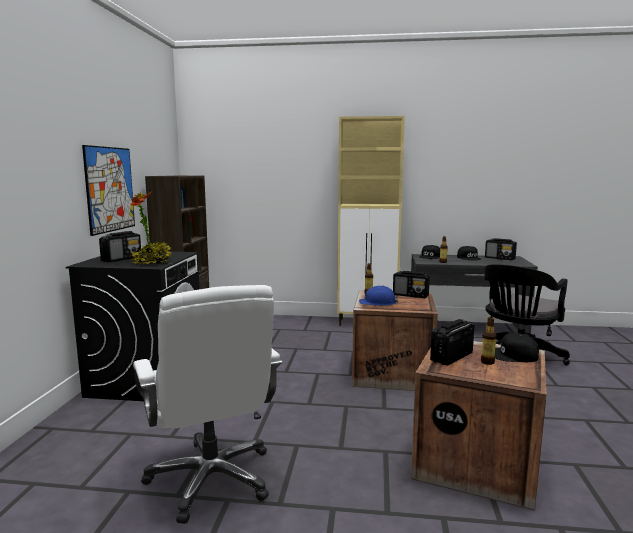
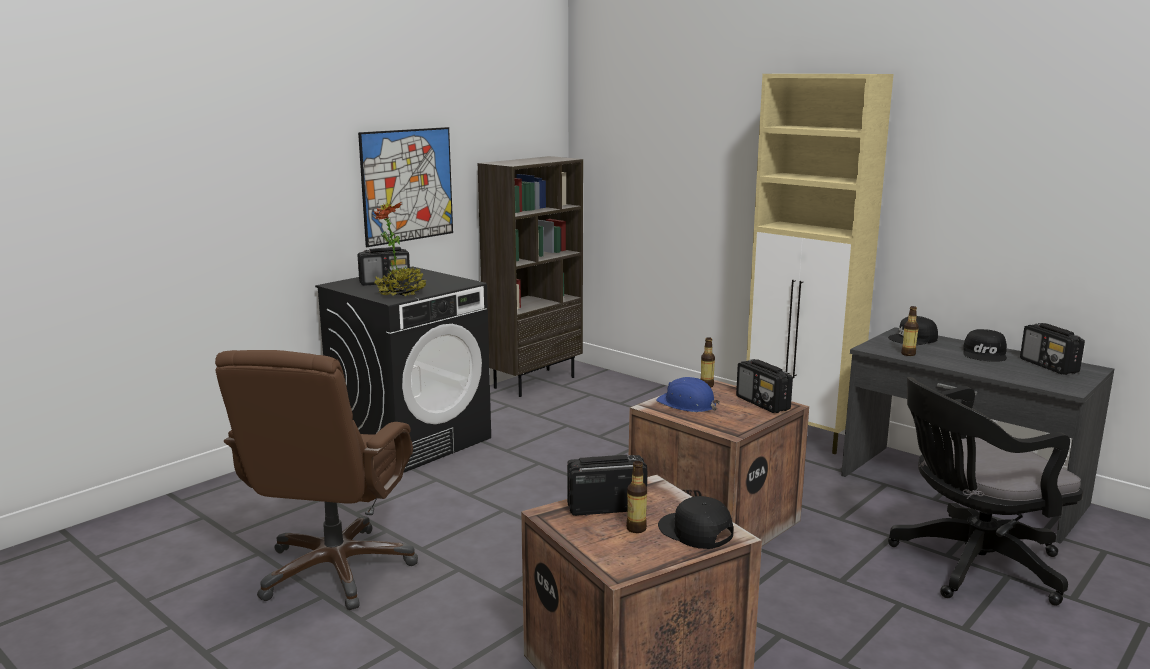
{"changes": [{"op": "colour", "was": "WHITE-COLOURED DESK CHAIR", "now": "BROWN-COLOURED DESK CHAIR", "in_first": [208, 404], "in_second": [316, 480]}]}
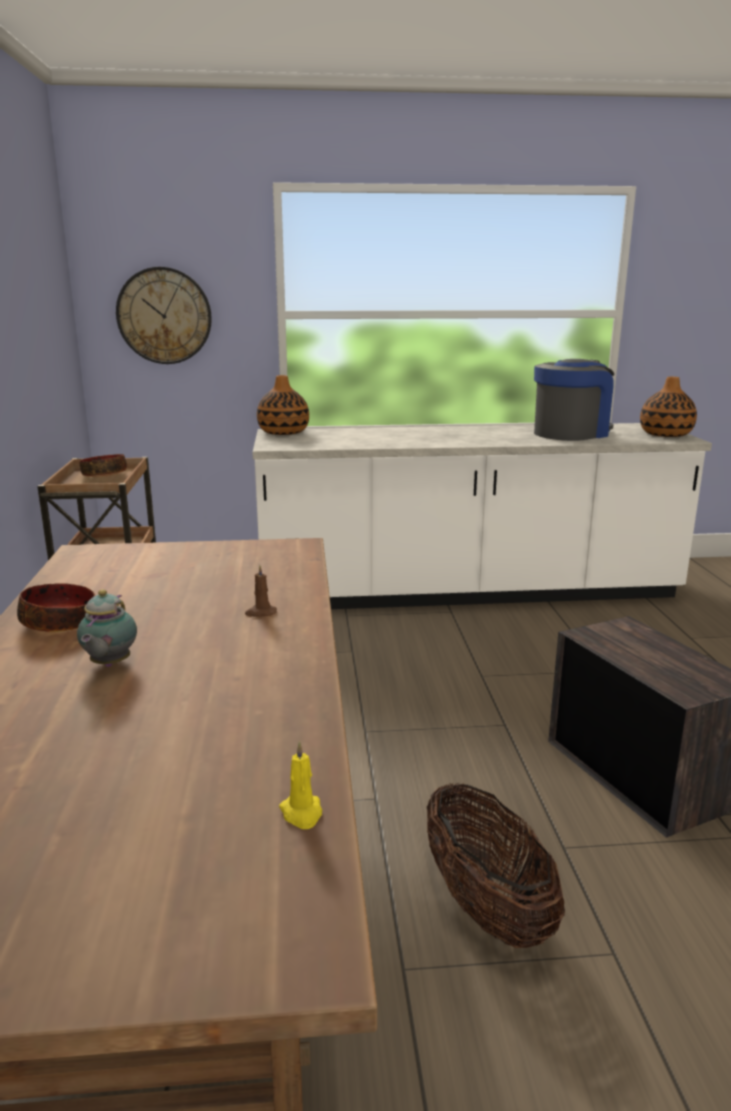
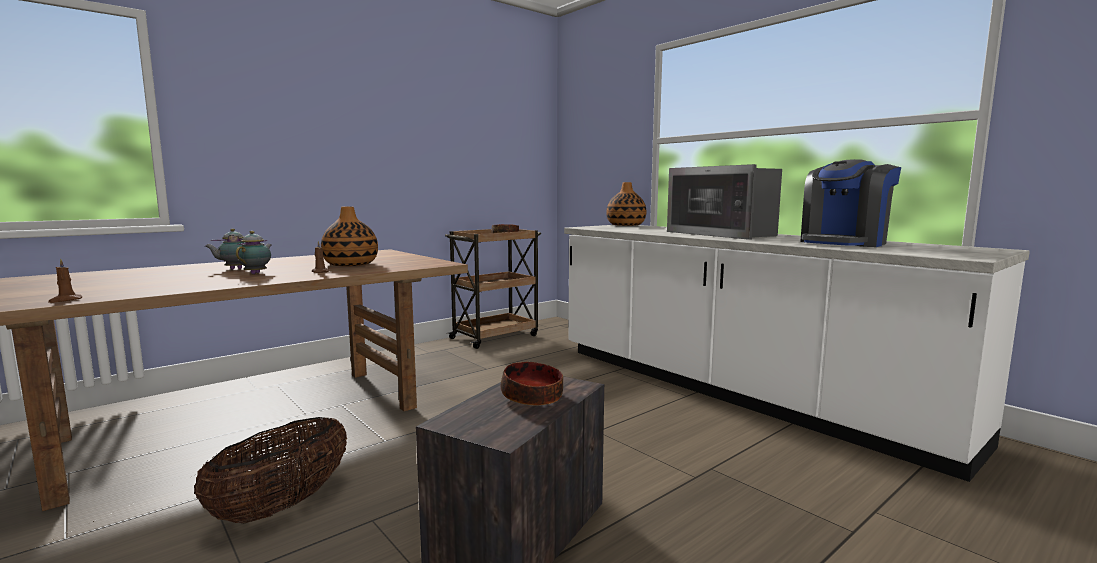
{"changes": [{"op": "colour", "was": "YELLOWISH WAX CANDLE", "now": "BROWN-COLOURED WAX CANDLE", "in_first": [300, 785], "in_second": [65, 280]}, {"op": "appeared", "now": "TEA POT", "in_second": [254, 252]}, {"op": "relocated", "was": "FLOWER VASE", "in_first": [668, 407], "in_second": [349, 236]}, {"op": "relocated", "was": "SERVING BOWL", "in_first": [56, 607], "in_second": [532, 383]}, {"op": "appeared", "now": "MICROWAVE", "in_second": [724, 202]}, {"op": "spun", "was": "COFFEE MACHINE", "in_first": [574, 400], "in_second": [850, 203], "clockwise": 120}, {"op": "missing", "was": "CLOCK ON THE WALL", "in_first": [164, 315]}]}
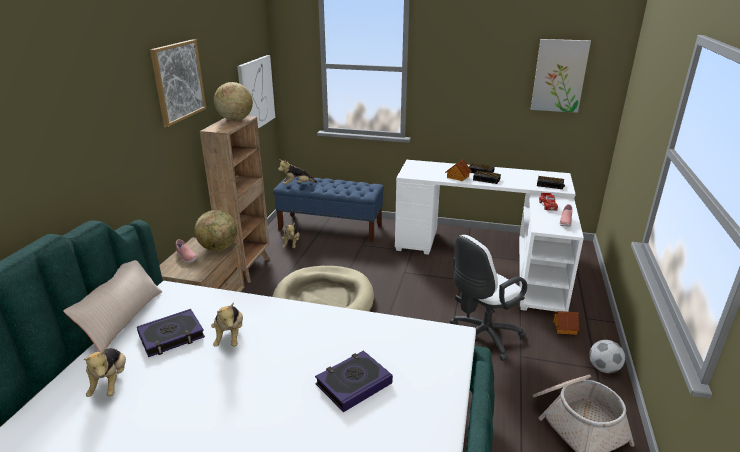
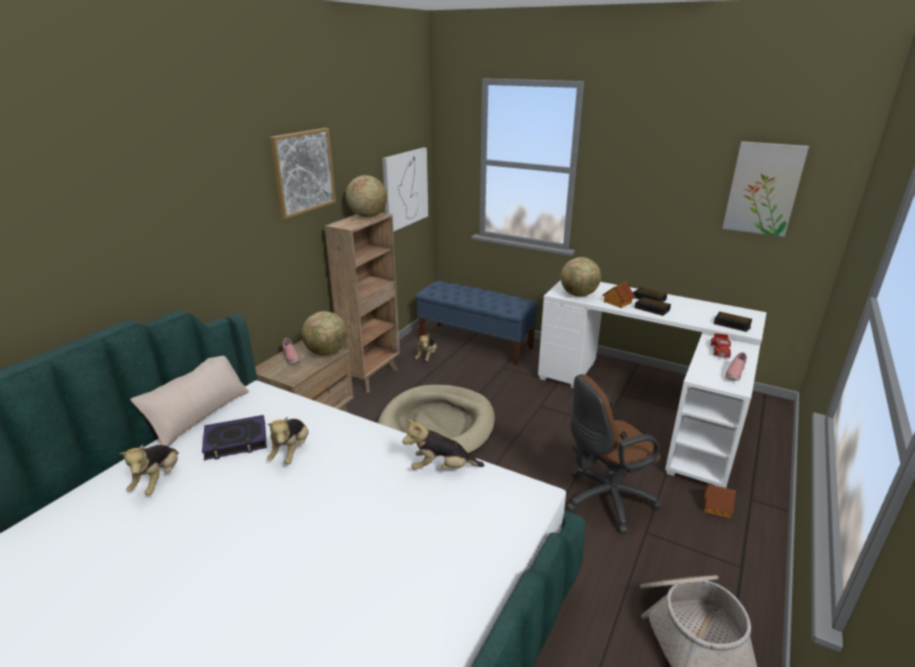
{"changes": [{"op": "relocated", "was": "SOFT TOY", "in_first": [298, 172], "in_second": [443, 444]}, {"op": "appeared", "now": "DESK GLOBE", "in_second": [581, 277]}, {"op": "colour", "was": "WHITE-COLOURED DESK CHAIR", "now": "BROWN-COLOURED DESK CHAIR", "in_first": [488, 298], "in_second": [613, 453]}, {"op": "missing", "was": "BOOK", "in_first": [354, 381]}, {"op": "missing", "was": "FOOTBALL", "in_first": [607, 356]}]}
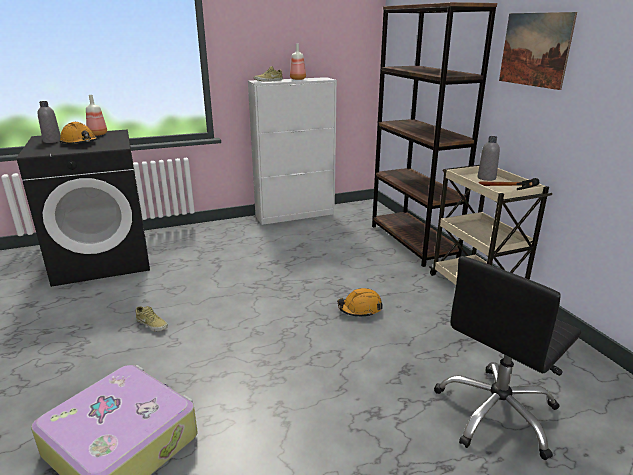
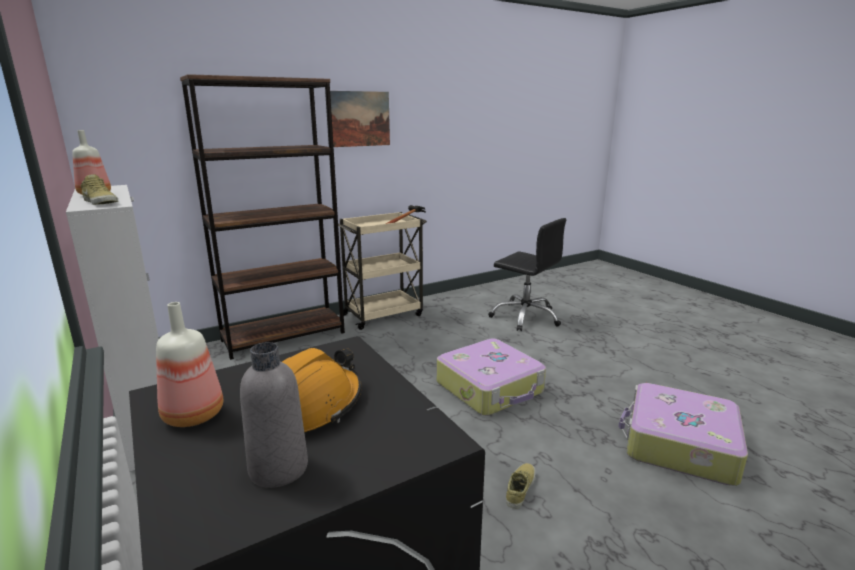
{"changes": [{"op": "appeared", "now": "TRAVEL CASE", "in_second": [491, 377]}, {"op": "missing", "was": "ORANGE SAFETY HELMET", "in_first": [360, 302]}, {"op": "missing", "was": "GREY DRINK BOTTLE", "in_first": [489, 158]}]}
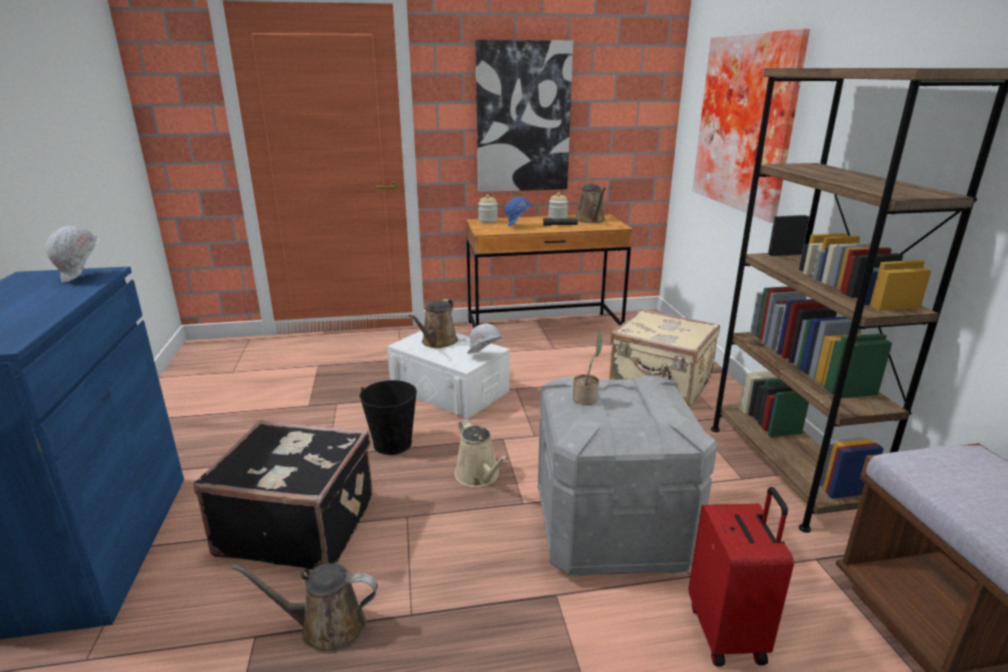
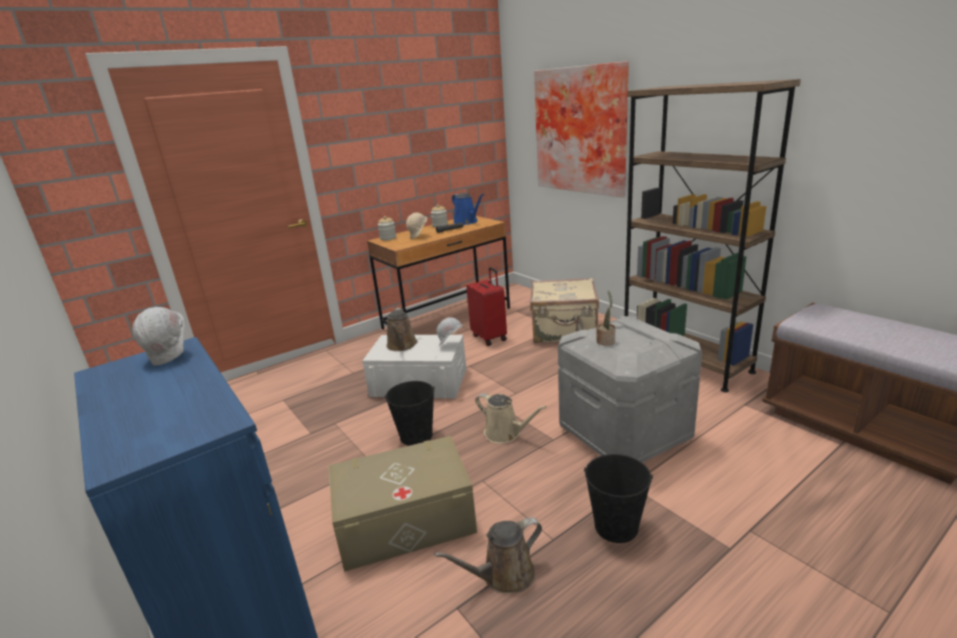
{"changes": [{"op": "exchanged", "was": "BLACK-COLOURED TRAVEL CASE", "now": "BEIGE-COLOURED STORAGE CONTAINER", "in_first": [283, 495], "in_second": [402, 504]}, {"op": "colour", "was": "BLUE-COLOURED SAFETY HELMET", "now": "BEIGE-COLOURED SAFETY HELMET", "in_first": [518, 211], "in_second": [416, 226]}, {"op": "colour", "was": "BROWN-COLOURED WATERING CAN", "now": "BLUE-COLOURED WATERING CAN", "in_first": [590, 203], "in_second": [468, 209]}, {"op": "relocated", "was": "RED TRAVEL CASE", "in_first": [741, 576], "in_second": [486, 306]}, {"op": "appeared", "now": "BLACK-COLOURED WATER BUCKET", "in_second": [618, 498]}, {"op": "missing", "was": "WALL ART", "in_first": [524, 116]}]}
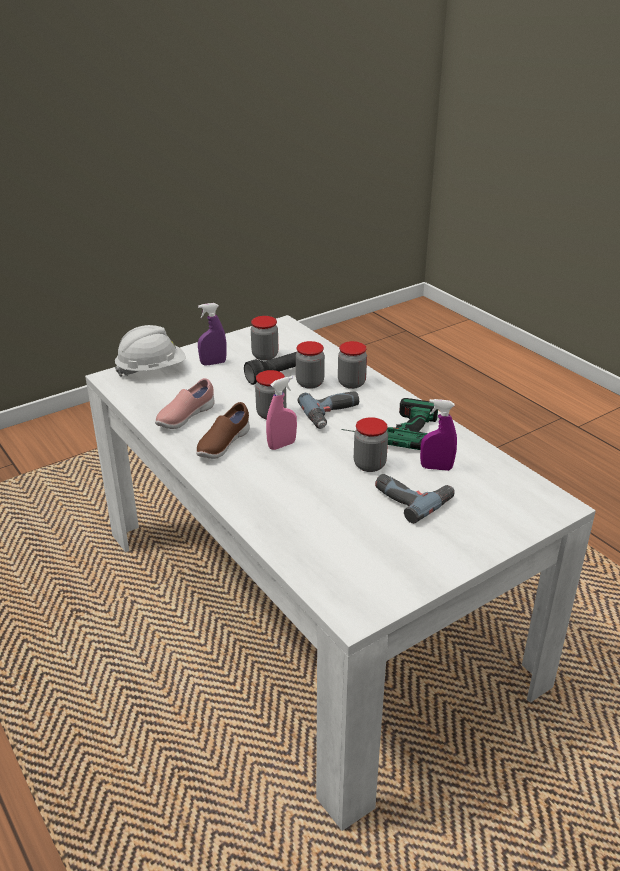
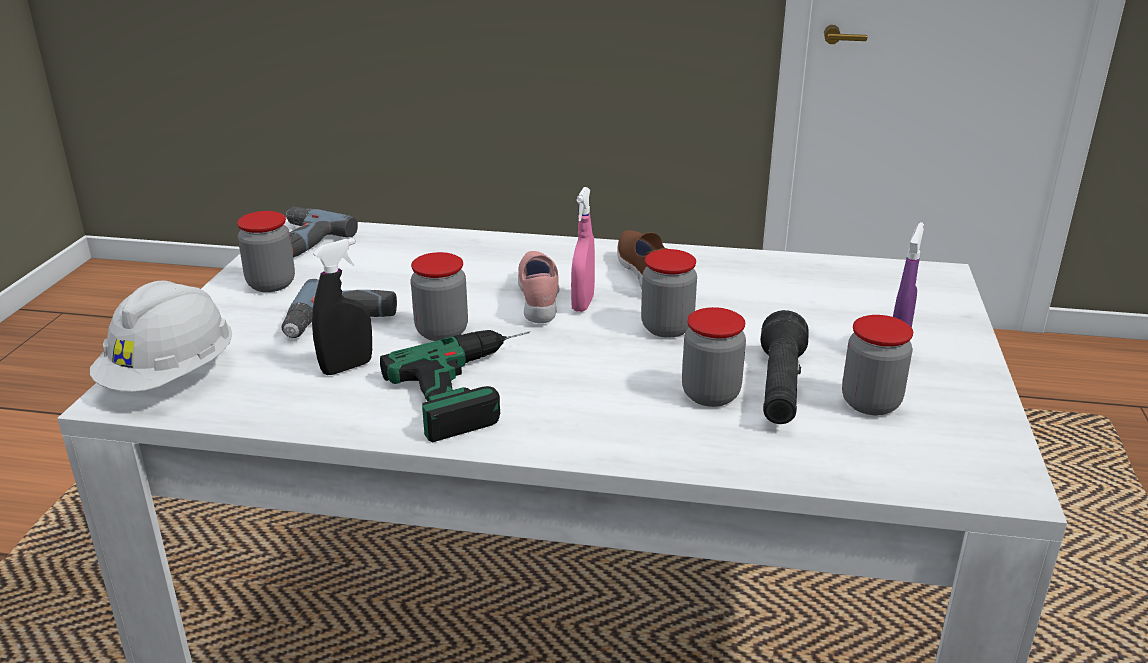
{"changes": [{"op": "relocated", "was": "WHITE-COLOURED SAFETY HELMET", "in_first": [150, 351], "in_second": [161, 336]}, {"op": "relocated", "was": "JAR", "in_first": [352, 365], "in_second": [266, 251]}, {"op": "relocated", "was": "ELECTRIC DRILL", "in_first": [328, 410], "in_second": [322, 232]}, {"op": "colour", "was": "PURPLE-COLOURED SPRAY BOTTLE", "now": "BLACK-COLOURED SPRAY BOTTLE", "in_first": [438, 435], "in_second": [342, 306]}, {"op": "relocated", "was": "PINK-COLOURED SHOE", "in_first": [184, 403], "in_second": [539, 287]}]}
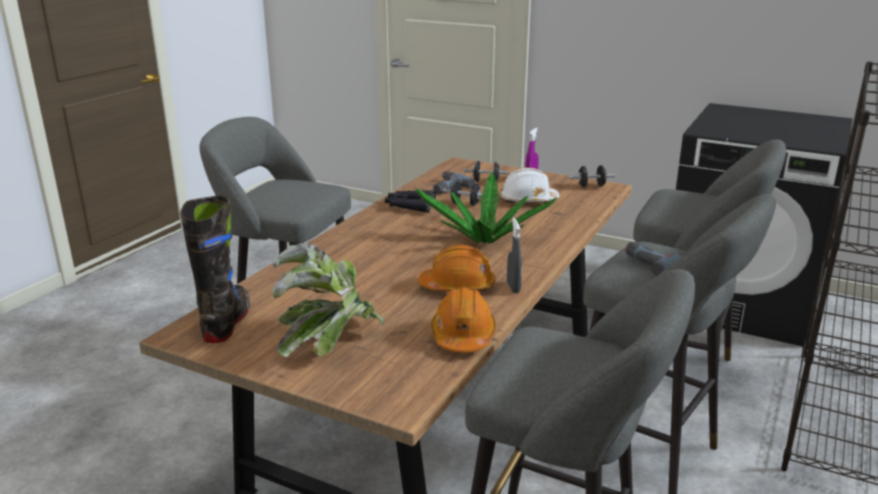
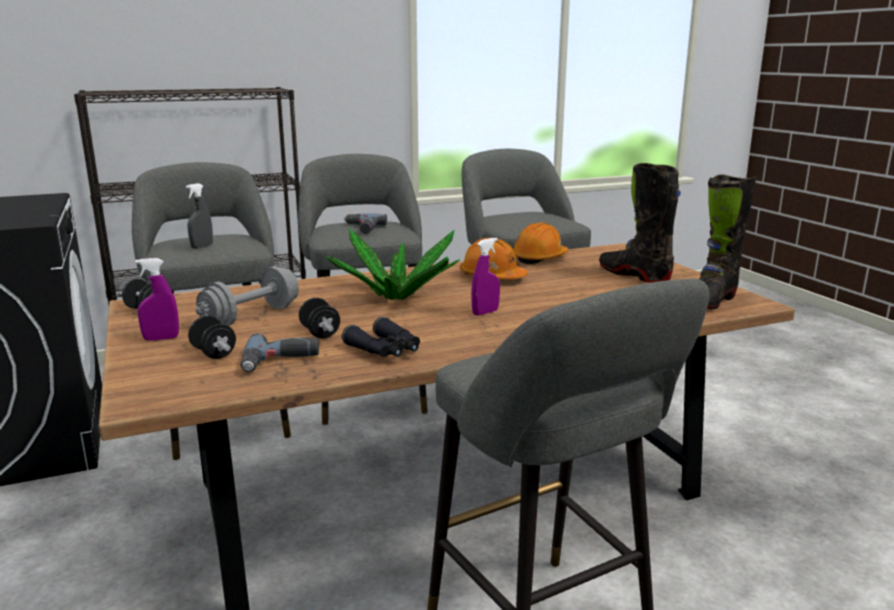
{"changes": [{"op": "relocated", "was": "GREY SPRAY BOTTLE", "in_first": [514, 255], "in_second": [199, 216]}, {"op": "exchanged", "was": "WHITE-COLOURED SAFETY HELMET", "now": "GREY FREE WEIGHT", "in_first": [530, 185], "in_second": [247, 296]}, {"op": "appeared", "now": "PURPLE-COLOURED SPRAY BOTTLE", "in_second": [485, 276]}, {"op": "exchanged", "was": "PLANT IN A POT", "now": "BLACK-COLOURED BOOT", "in_first": [328, 300], "in_second": [640, 223]}]}
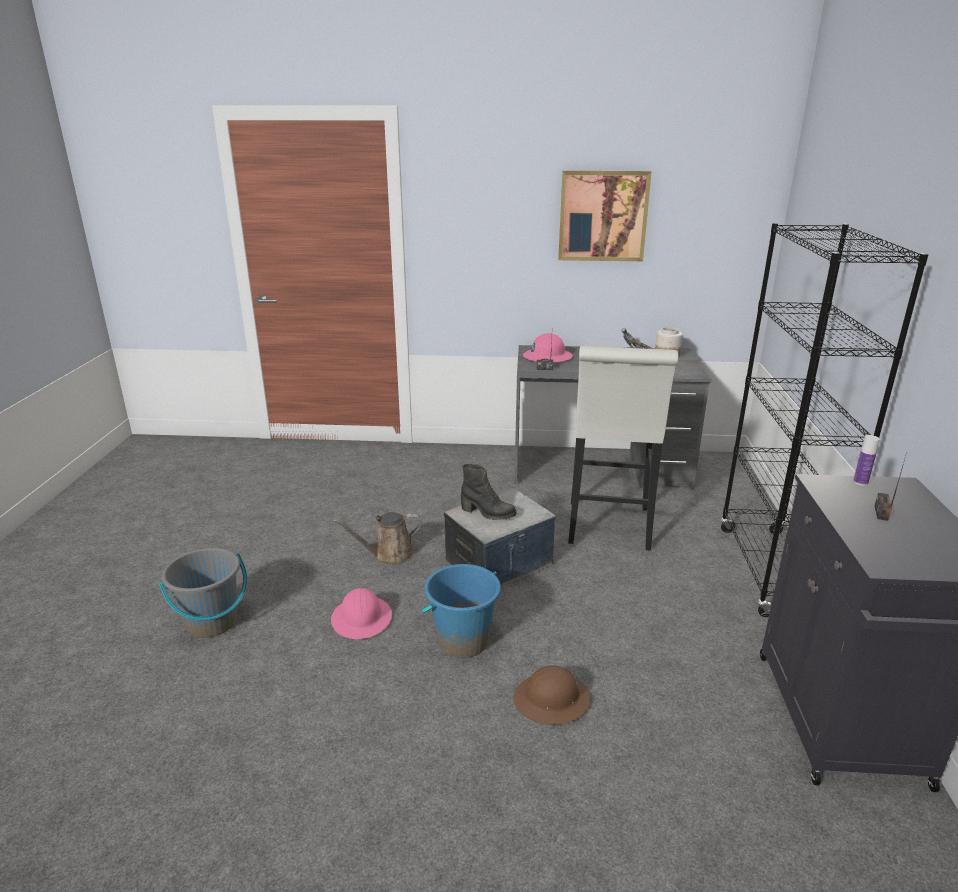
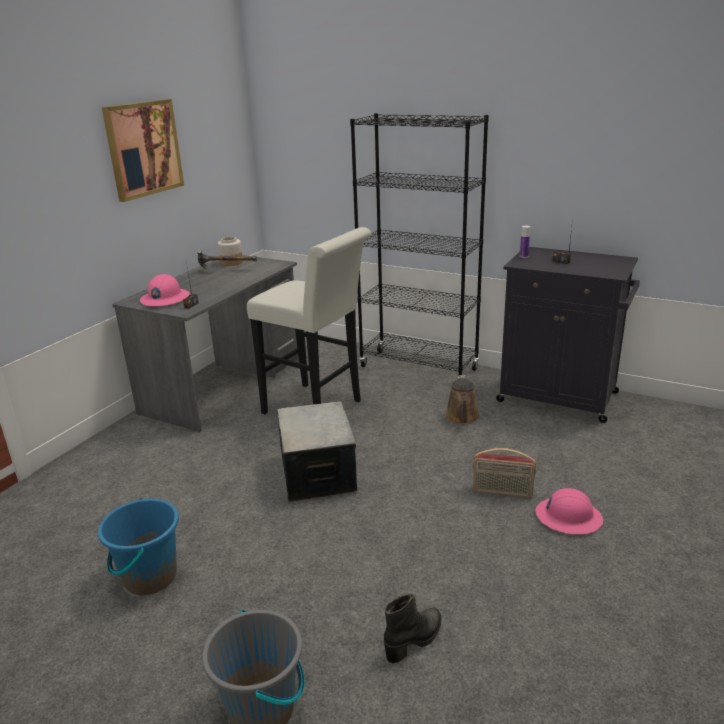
{"changes": [{"op": "relocated", "was": "BLUE-COLOURED WATER BUCKET", "in_first": [461, 611], "in_second": [138, 546]}, {"op": "relocated", "was": "BLACK-COLOURED BOOT", "in_first": [489, 492], "in_second": [413, 628]}, {"op": "relocated", "was": "BROWN-COLOURED WATERING CAN", "in_first": [377, 538], "in_second": [462, 399]}, {"op": "exchanged", "was": "BROWN-COLOURED SAFETY HELMET", "now": "RADIO", "in_first": [552, 695], "in_second": [504, 473]}, {"op": "relocated", "was": "PINK-COLOURED SAFETY HELMET", "in_first": [361, 613], "in_second": [569, 511]}]}
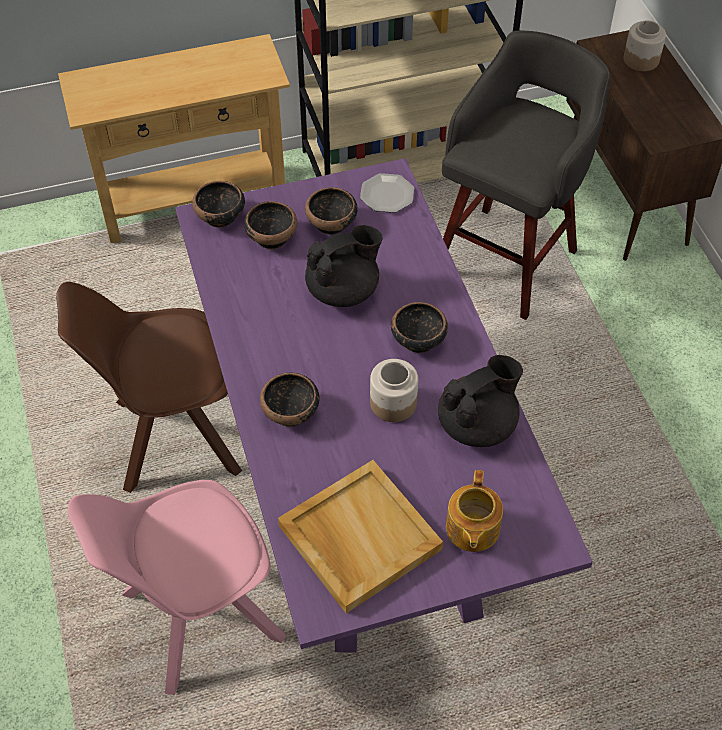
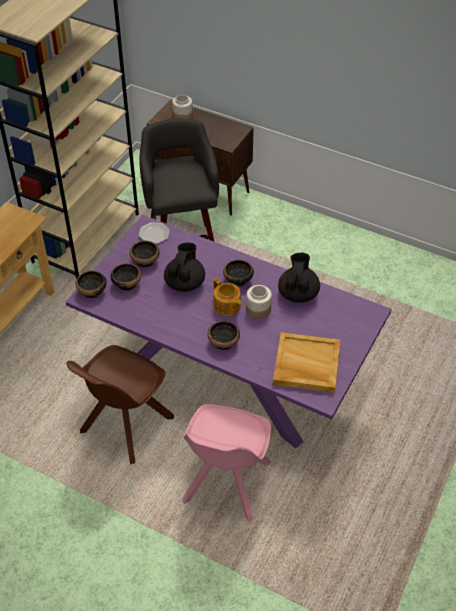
{"changes": [{"op": "relocated", "was": "TEA POT", "in_first": [474, 511], "in_second": [227, 297]}]}
